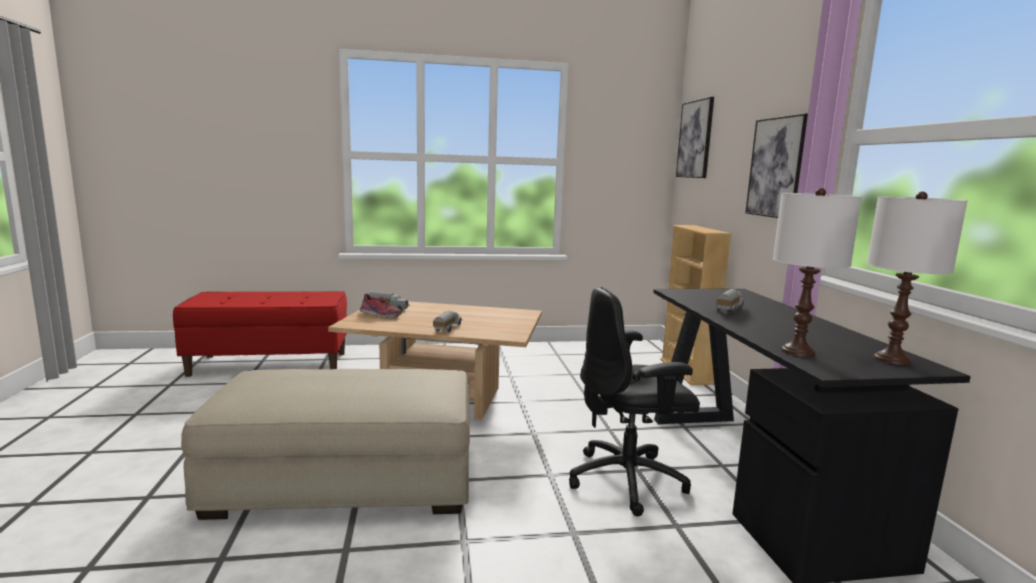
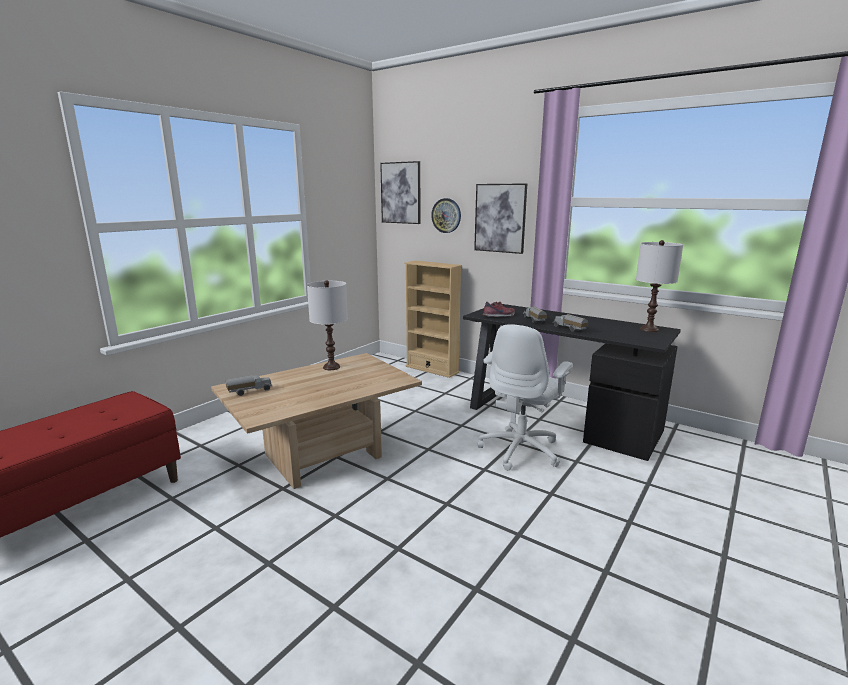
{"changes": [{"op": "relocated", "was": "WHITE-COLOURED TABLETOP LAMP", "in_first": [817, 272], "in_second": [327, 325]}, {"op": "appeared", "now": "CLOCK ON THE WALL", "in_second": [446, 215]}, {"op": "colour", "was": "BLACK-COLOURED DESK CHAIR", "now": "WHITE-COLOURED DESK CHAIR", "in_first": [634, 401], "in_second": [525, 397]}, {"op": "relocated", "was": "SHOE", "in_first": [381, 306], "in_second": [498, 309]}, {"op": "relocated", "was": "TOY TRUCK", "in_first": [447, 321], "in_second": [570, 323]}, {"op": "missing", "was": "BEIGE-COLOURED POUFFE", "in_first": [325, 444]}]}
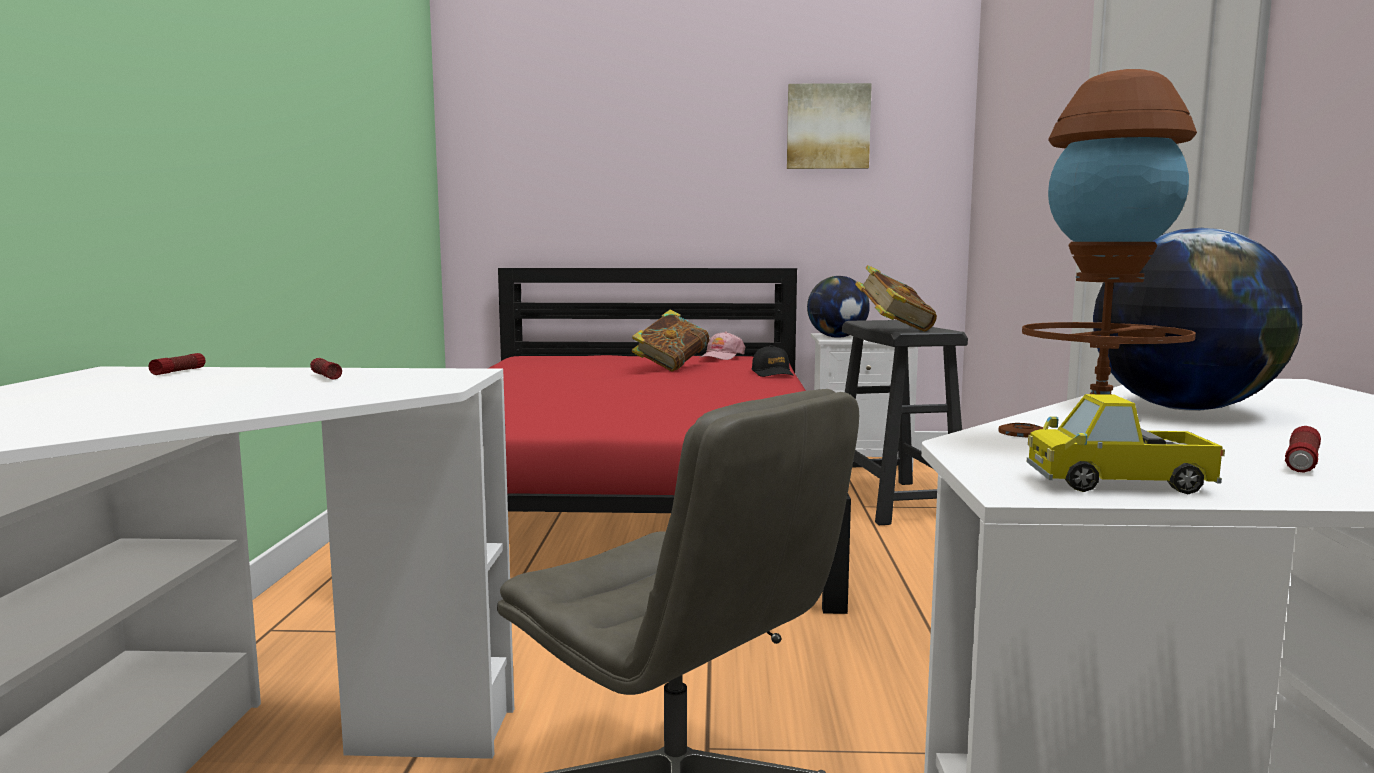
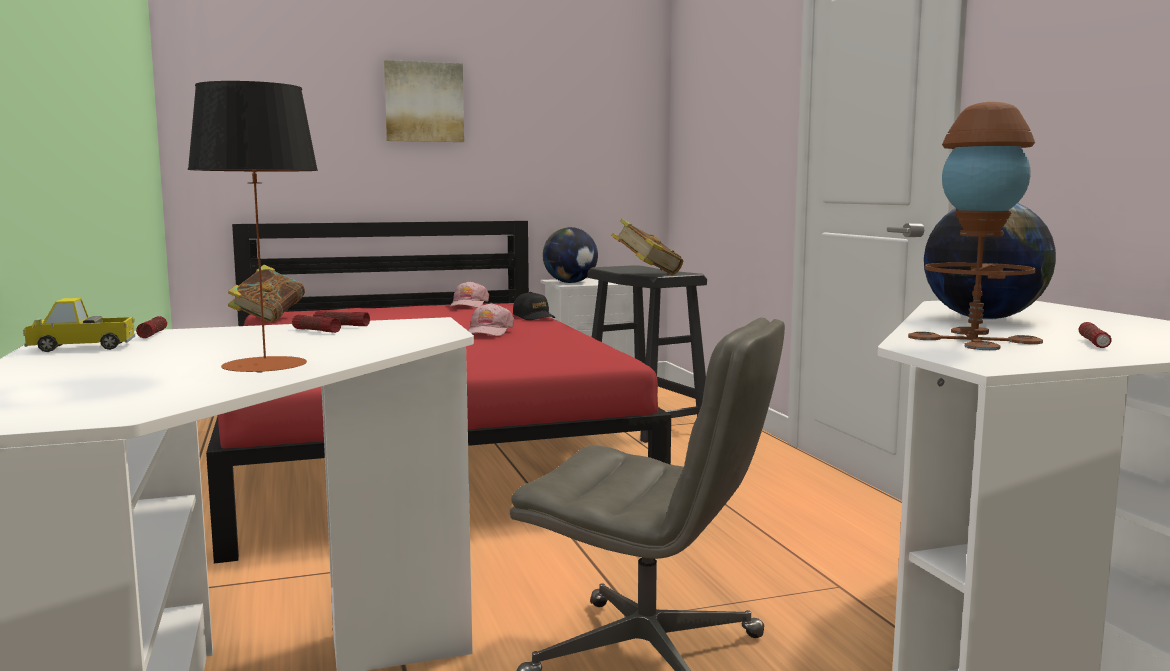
{"changes": [{"op": "relocated", "was": "TOY TRUCK", "in_first": [1126, 444], "in_second": [79, 325]}, {"op": "appeared", "now": "TABLETOP LAMP", "in_second": [252, 227]}, {"op": "relocated", "was": "BOOK", "in_first": [670, 340], "in_second": [266, 294]}, {"op": "appeared", "now": "FLASHLIGHT", "in_second": [341, 318]}, {"op": "relocated", "was": "WALL ART", "in_first": [829, 126], "in_second": [424, 101]}, {"op": "appeared", "now": "PINK-COLOURED PEAKED CAP", "in_second": [491, 319]}]}
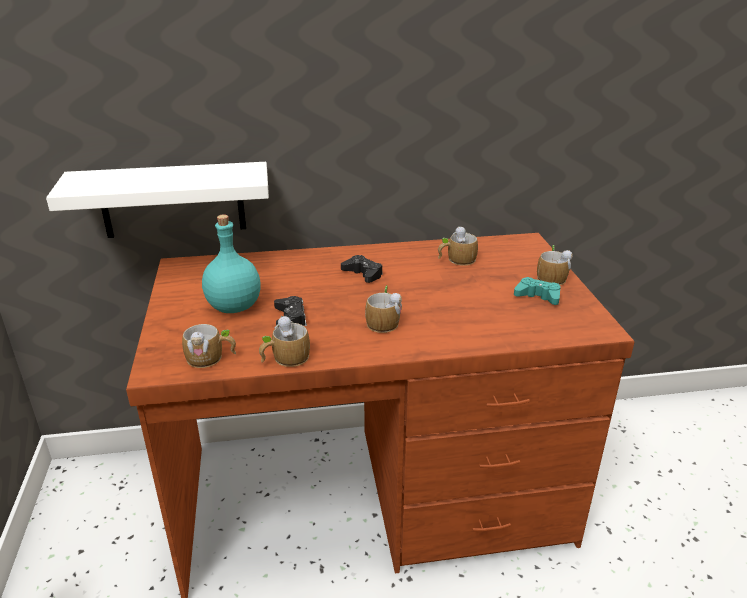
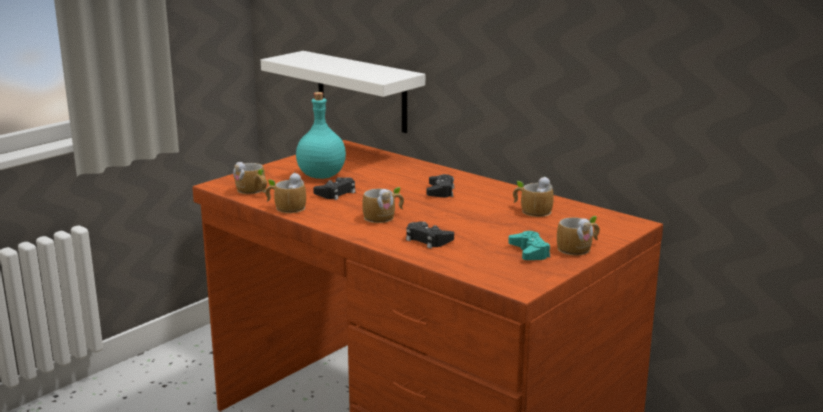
{"changes": [{"op": "appeared", "now": "BLACK-COLOURED GAME CONTROLLER", "in_second": [430, 235]}]}
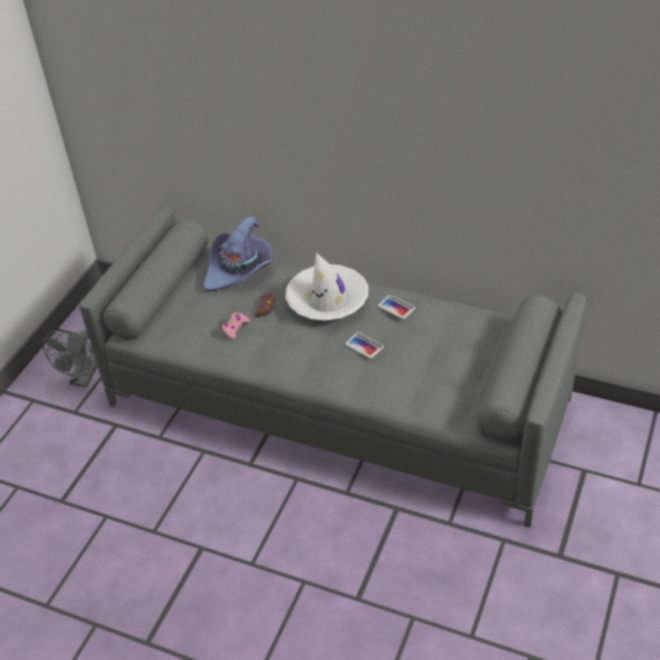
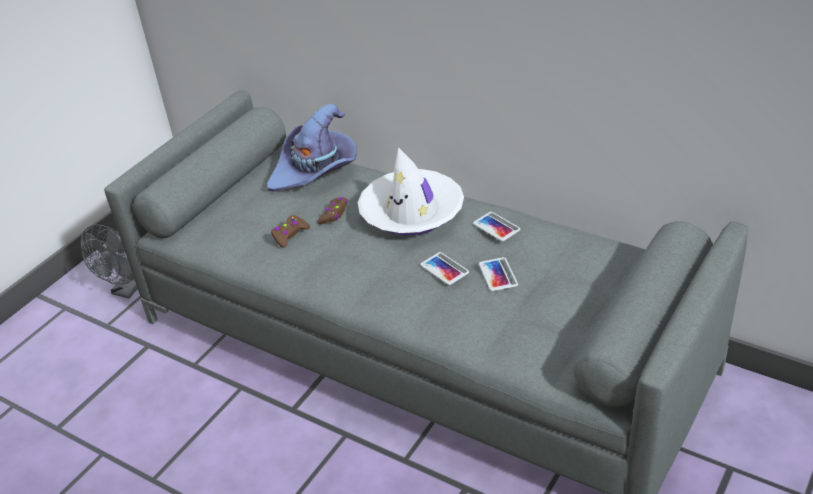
{"changes": [{"op": "colour", "was": "PINK-COLOURED GAME CONTROLLER", "now": "BROWN-COLOURED GAME CONTROLLER", "in_first": [235, 326], "in_second": [290, 231]}, {"op": "appeared", "now": "PHONE", "in_second": [498, 274]}]}
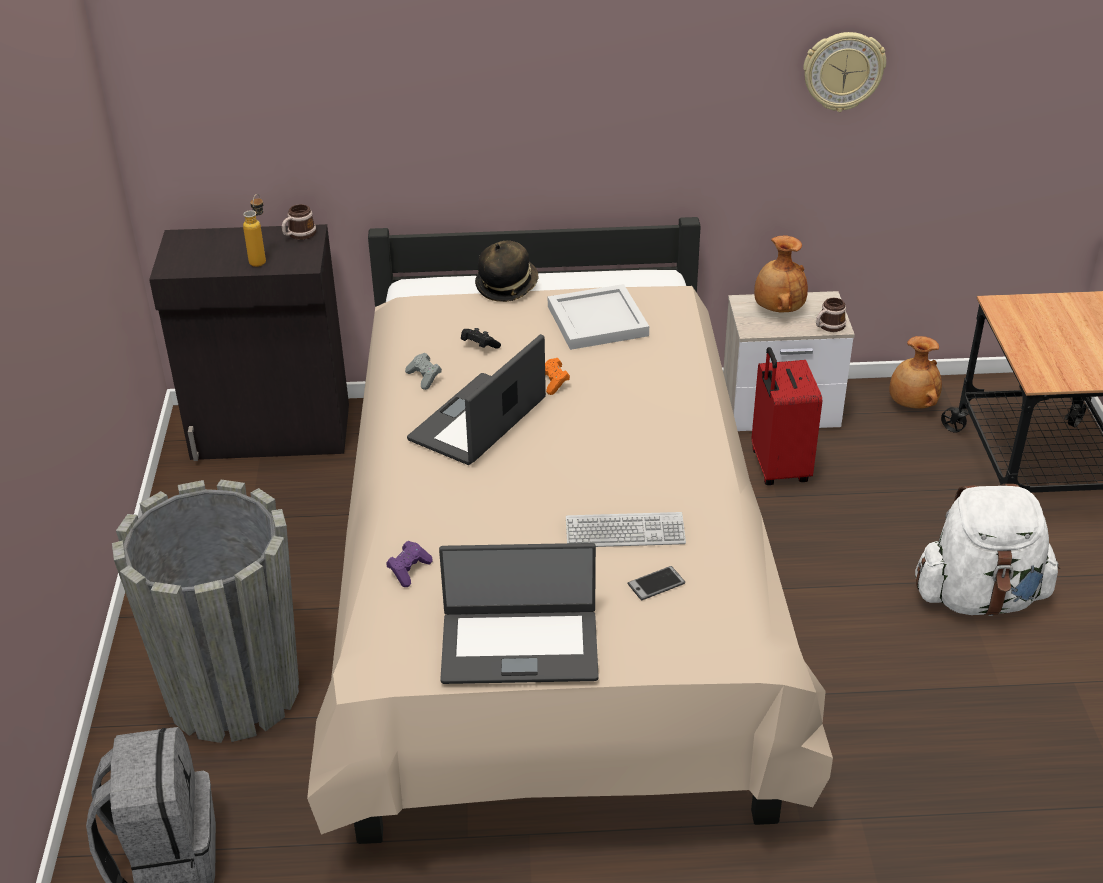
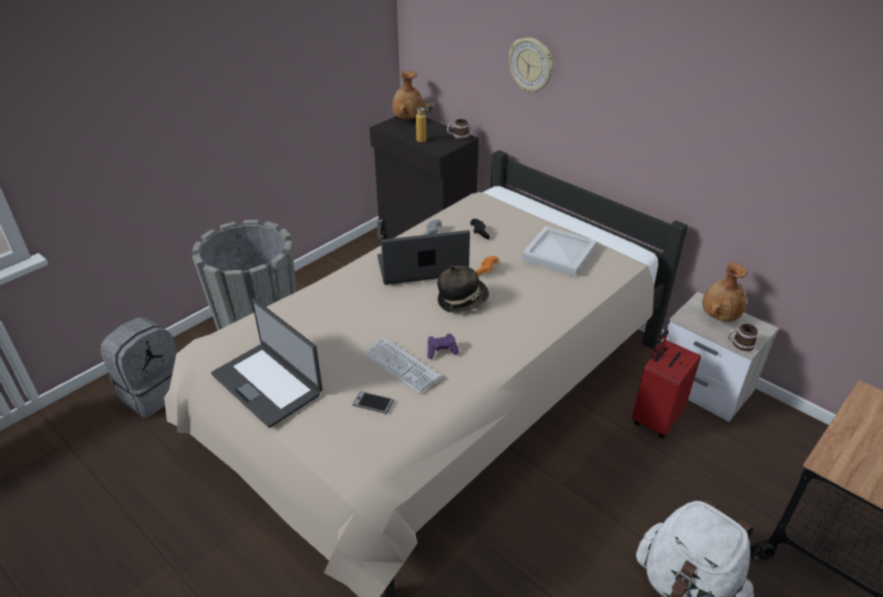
{"changes": [{"op": "relocated", "was": "BROWN-COLOURED FLOWER VASE", "in_first": [915, 372], "in_second": [408, 95]}, {"op": "relocated", "was": "PURPLE-COLOURED GAME CONTROLLER", "in_first": [409, 564], "in_second": [443, 346]}, {"op": "relocated", "was": "CLOTHING HAT", "in_first": [506, 271], "in_second": [463, 289]}, {"op": "relocated", "was": "CLOCK ON THE WALL", "in_first": [844, 72], "in_second": [531, 65]}]}
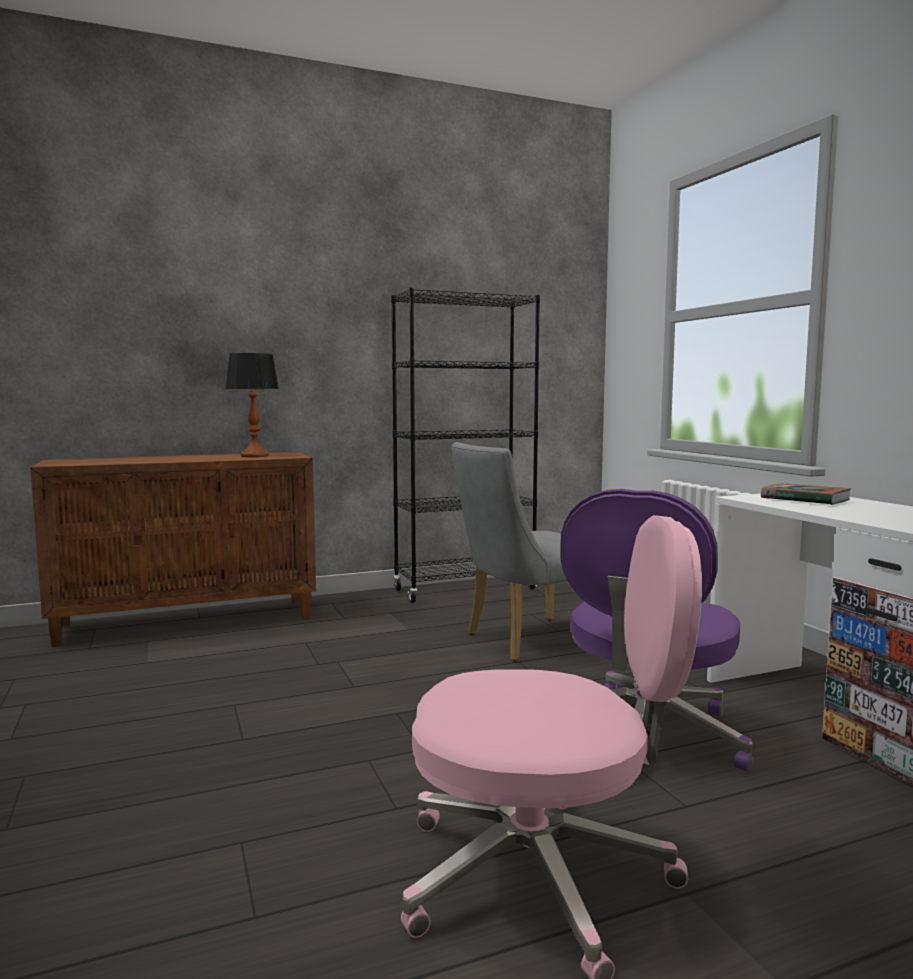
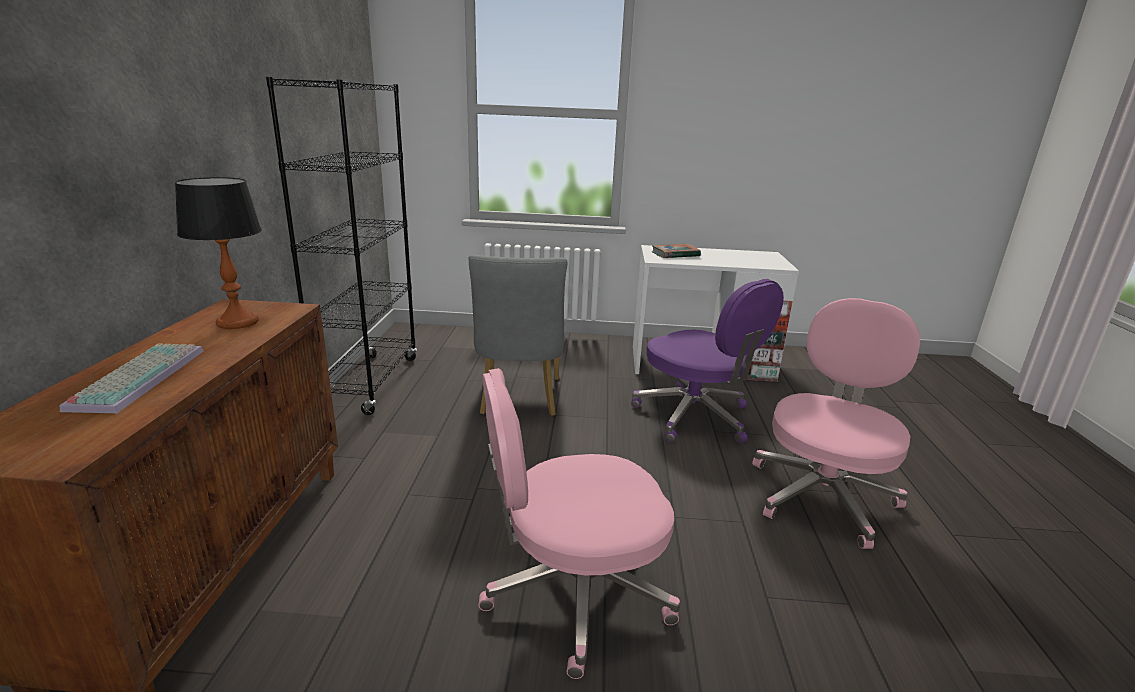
{"changes": [{"op": "appeared", "now": "COMPUTER KEYBOARD", "in_second": [132, 378]}, {"op": "appeared", "now": "PINK-COLOURED DESK CHAIR", "in_second": [580, 523]}]}
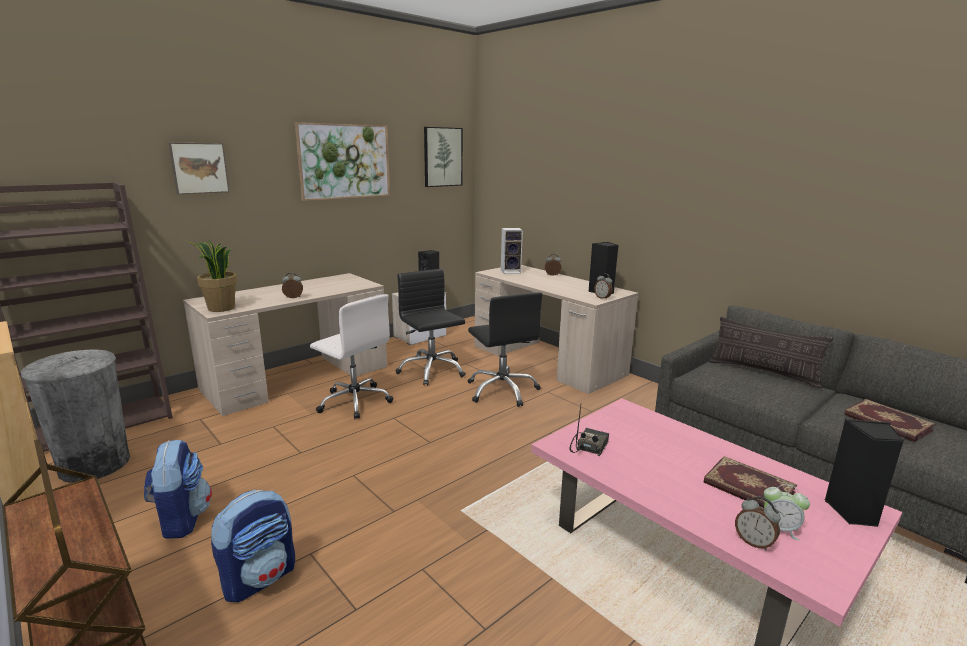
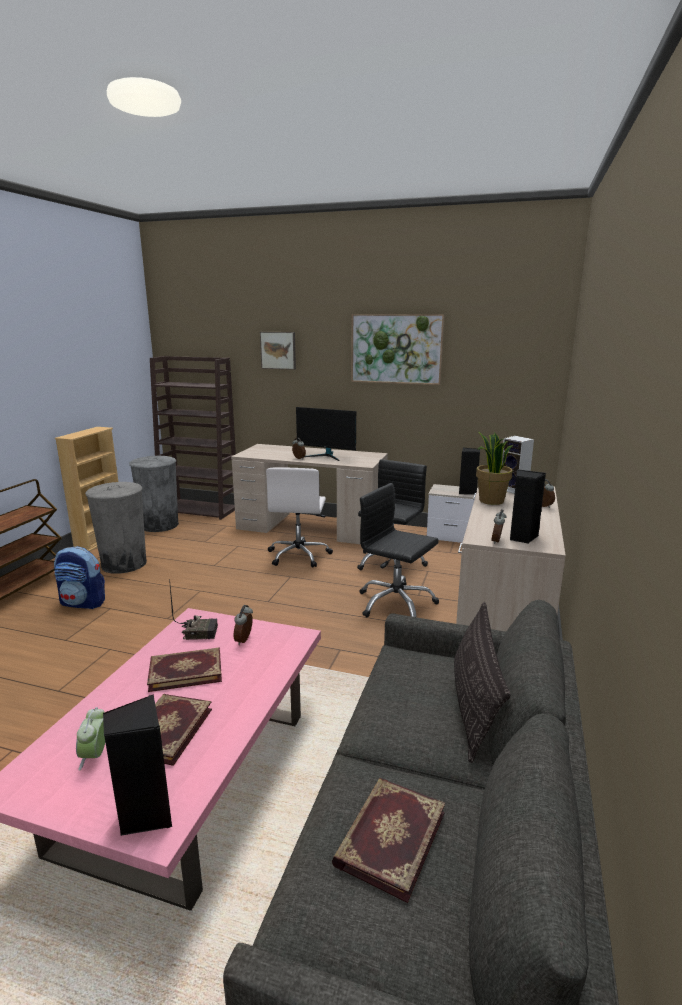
{"changes": [{"op": "exchanged", "was": "BACKPACK", "now": "GREY RUBBISH BIN", "in_first": [178, 489], "in_second": [116, 528]}, {"op": "appeared", "now": "BOOK", "in_second": [184, 669]}, {"op": "relocated", "was": "ALARM CLOCK", "in_first": [758, 523], "in_second": [243, 625]}, {"op": "appeared", "now": "COMPUTER DISPLAY", "in_second": [326, 434]}, {"op": "spun", "was": "BLACK-COLOURED DESK CHAIR", "in_first": [505, 349], "in_second": [399, 550], "clockwise": 90}, {"op": "relocated", "was": "PLANT IN A POT", "in_first": [212, 275], "in_second": [494, 468]}, {"op": "missing", "was": "WALL ART", "in_first": [443, 157]}]}
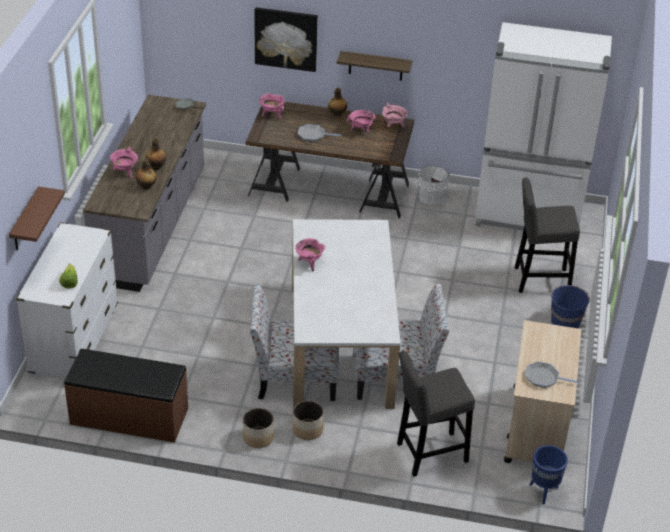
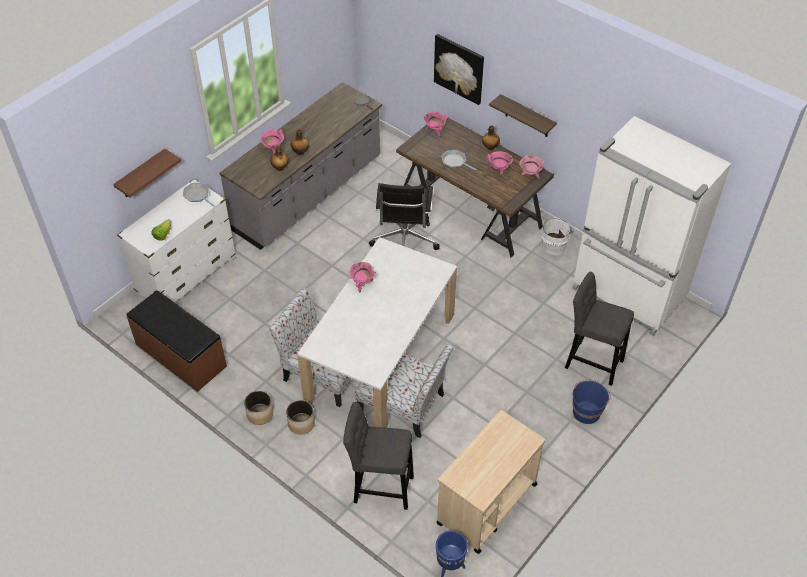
{"changes": [{"op": "relocated", "was": "PAN", "in_first": [552, 375], "in_second": [199, 195]}, {"op": "appeared", "now": "BLACK-COLOURED DESK CHAIR", "in_second": [404, 216]}]}
